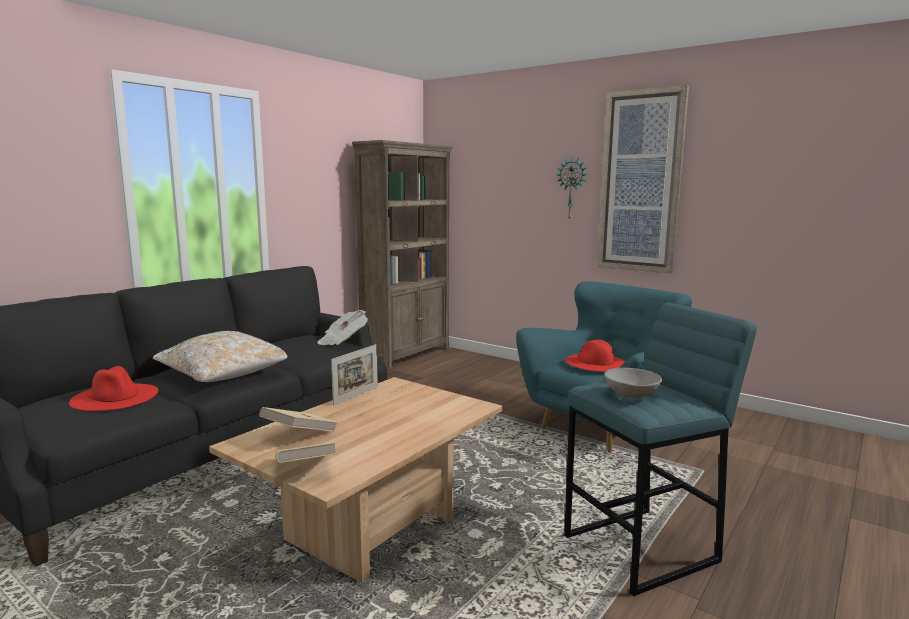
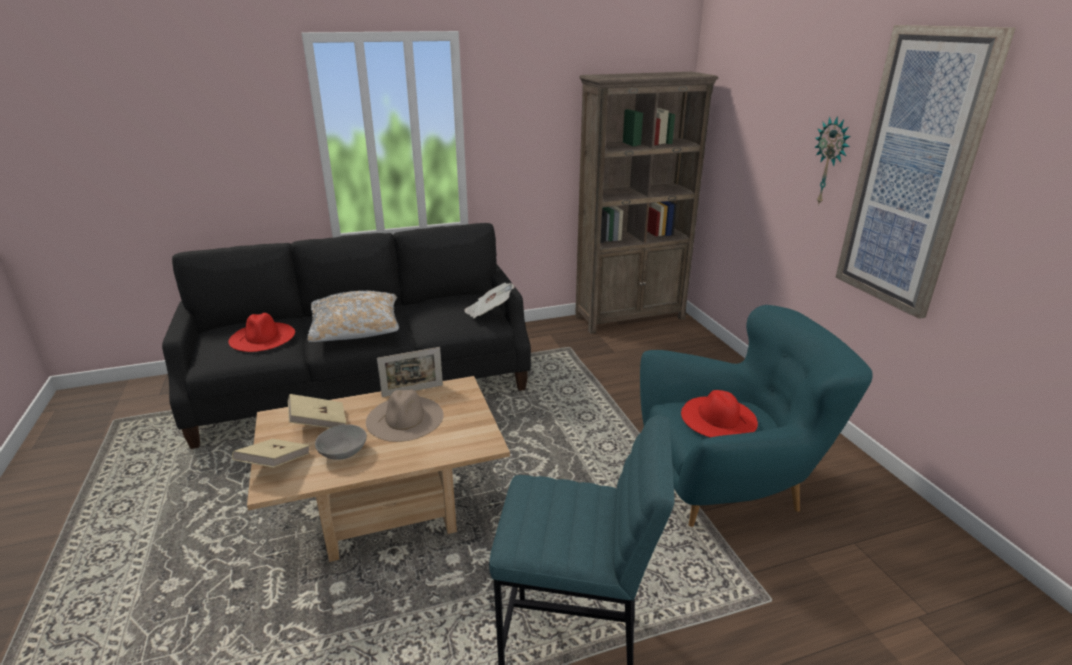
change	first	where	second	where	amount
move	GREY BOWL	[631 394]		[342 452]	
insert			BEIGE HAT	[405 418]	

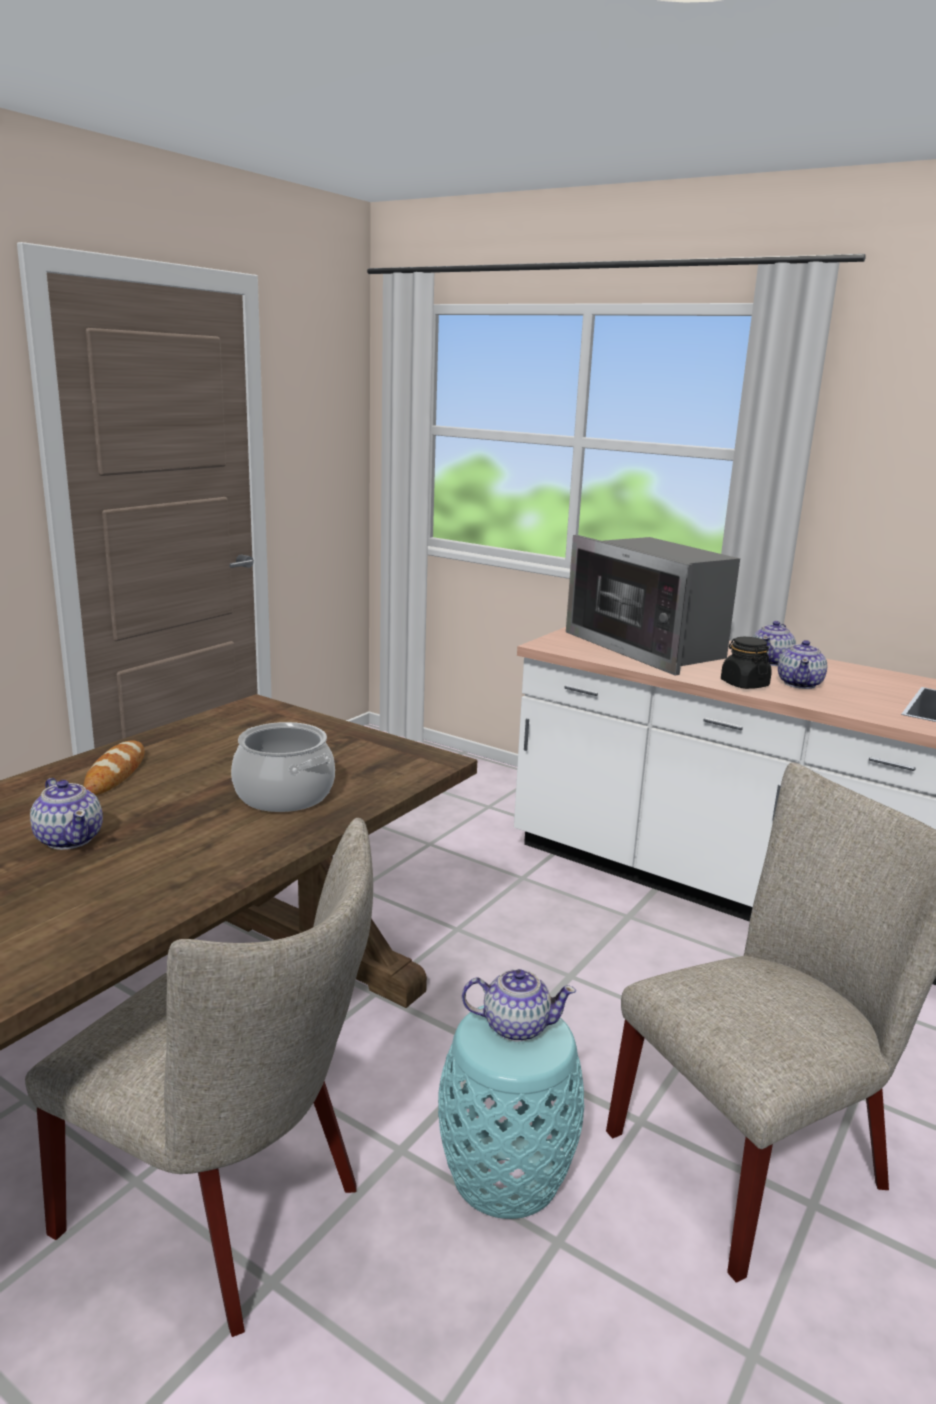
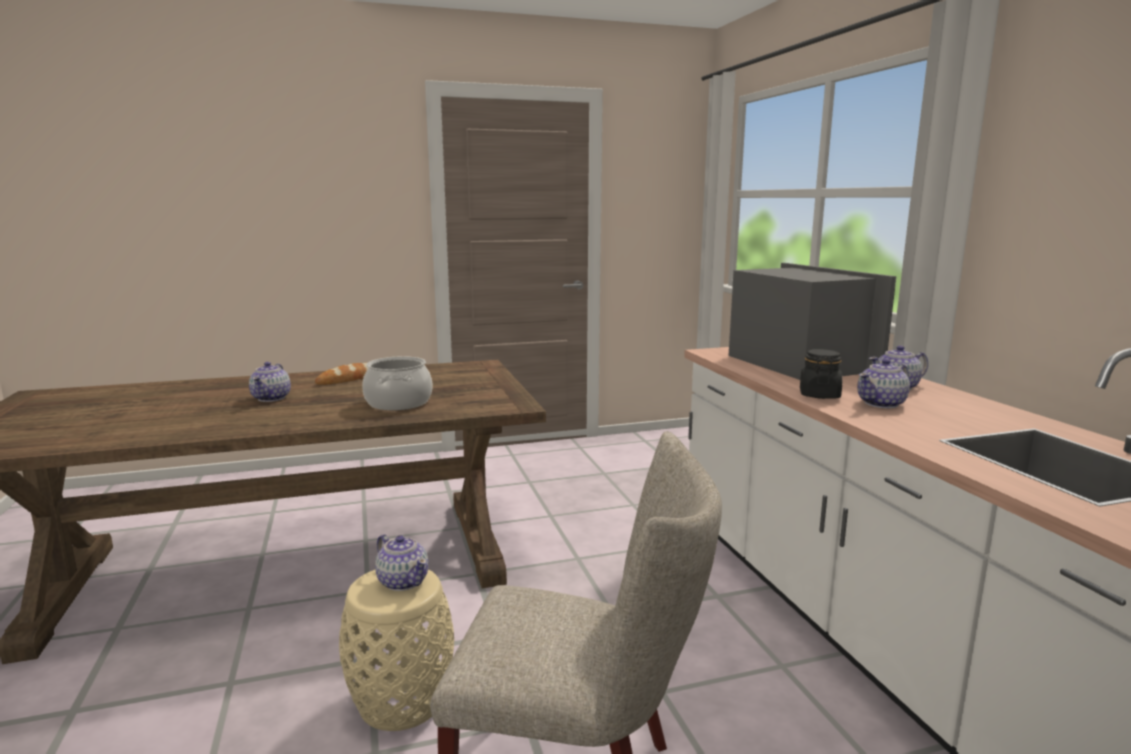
change	first	where	second	where	amount
delete	BEIGE CHAIR	[227 1213]			
recolor	TURQUOISE STOOL	[505 1175]	BEIGE STOOL	[402 701]	
rotate	MICROWAVE	[649 647]		[796 363]	150 degrees clockwise

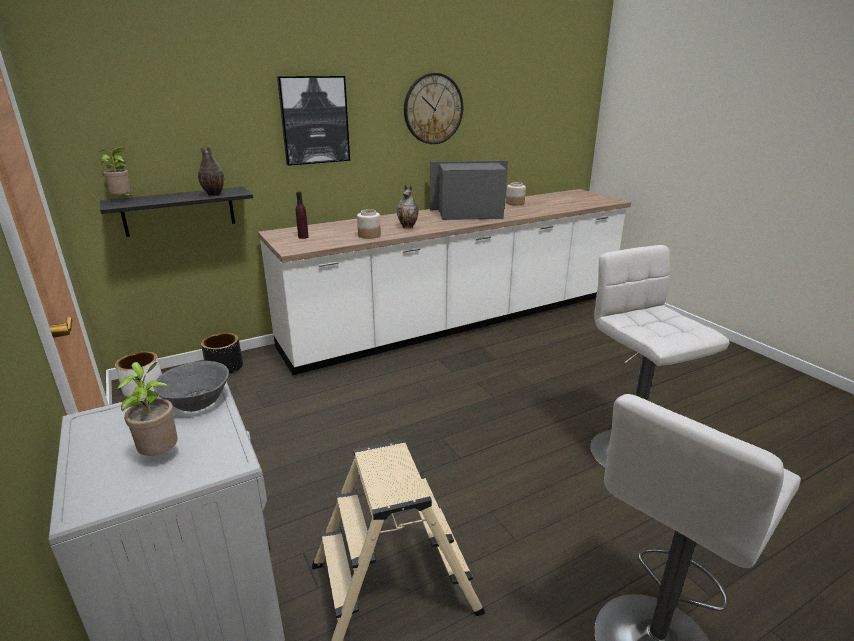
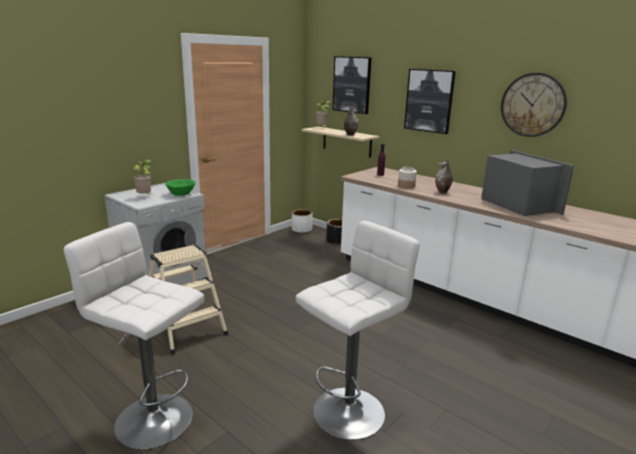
change	first	where	second	where	amount
recolor	BLACK SHELF	[179 211]	BEIGE SHELF	[347 142]	
recolor	GREY BOWL	[197 401]	GREEN BOWL	[181 194]	
delete	JAR	[515 203]			
insert			PICTURE	[352 84]	

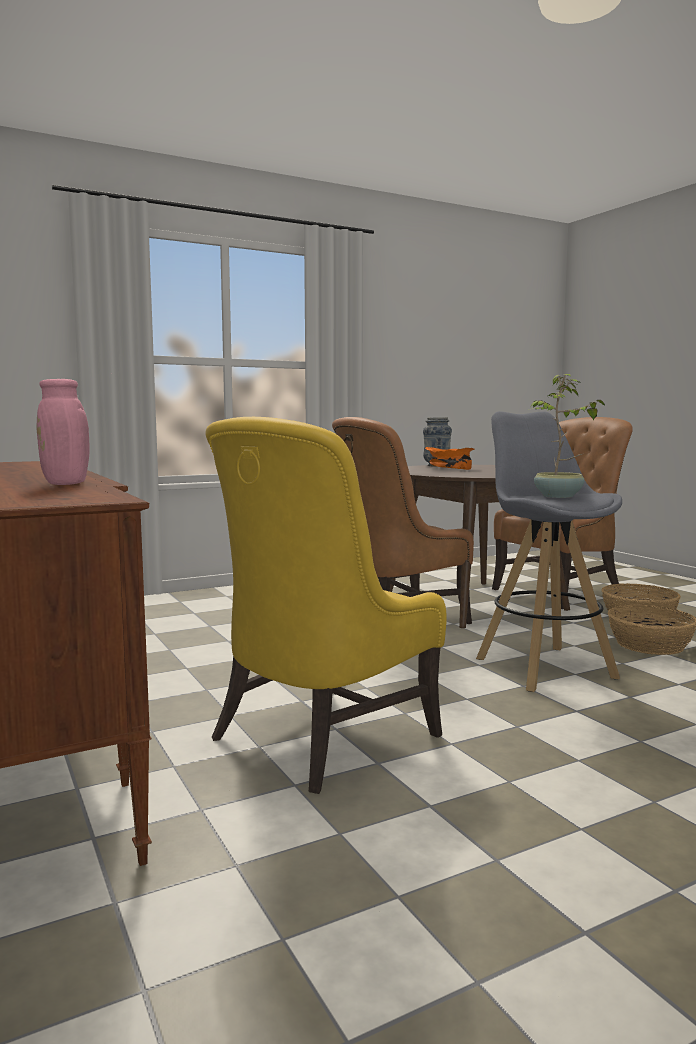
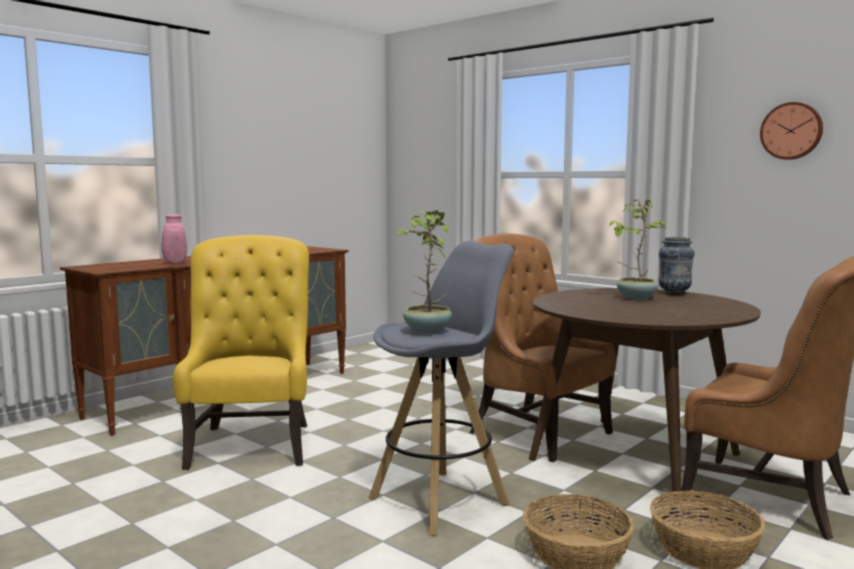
change	first	where	second	where	amount
rotate	YELLOW CHAIR	[321 737]		[252 445]	60 degrees clockwise
replace	ORANGE BOWL	[450 469]	POTTED PLANT	[635 298]	
insert			WALL CLOCK	[791 131]	

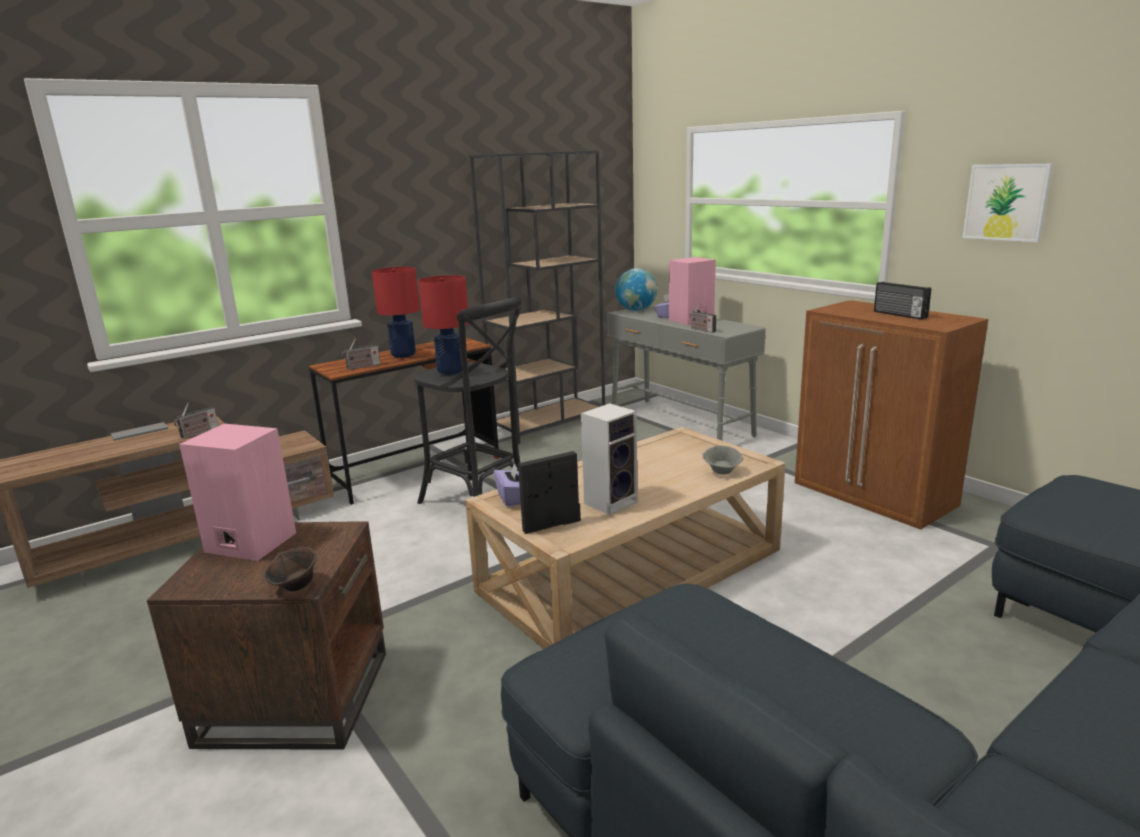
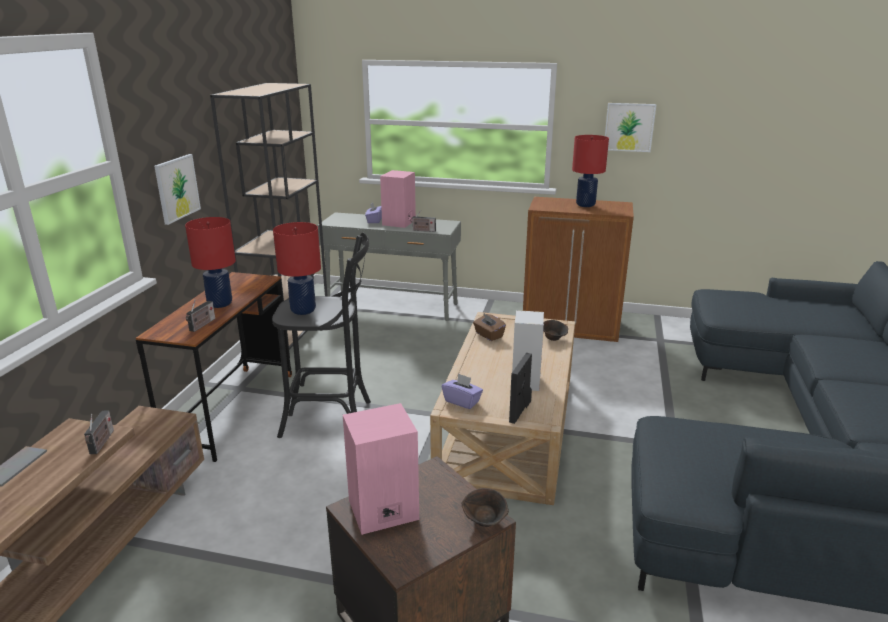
change	first	where	second	where	amount
delete	GLOBE	[636 310]			
recolor	GREY BOWL	[722 472]	BROWN BOWL	[554 338]	
replace	RADIO	[899 315]	RED TABLE LAMP	[585 206]	
insert			PICTURE	[177 188]	
insert			BROWN TISSUE BOX	[488 335]	

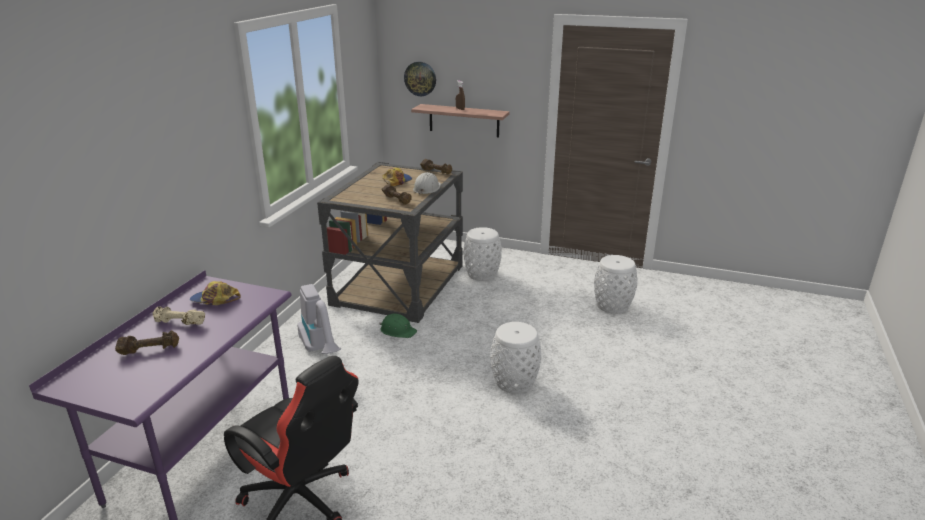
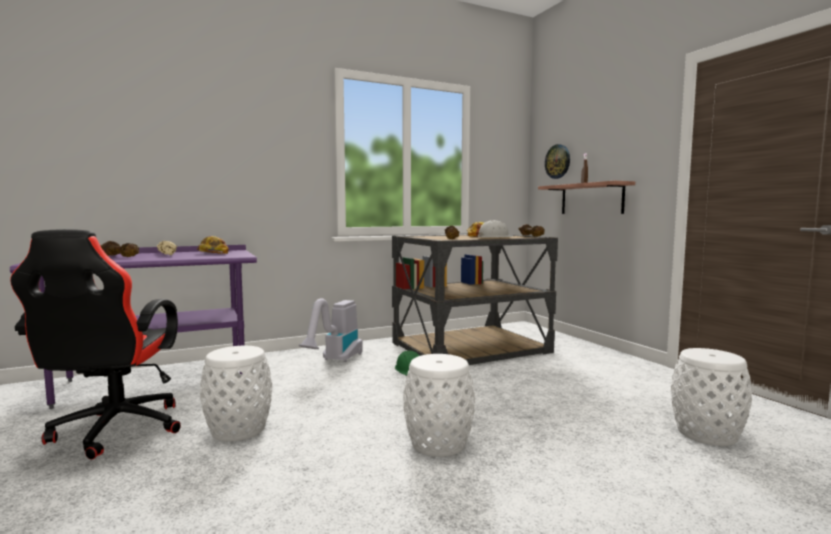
change	first	where	second	where	amount
move	WHITE STOOL	[482 274]		[239 429]	

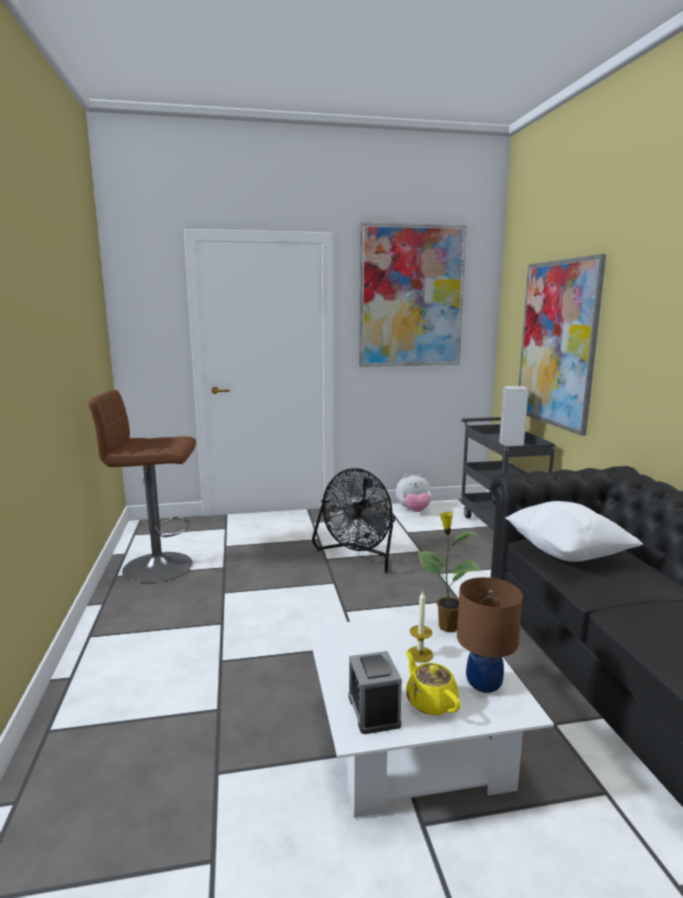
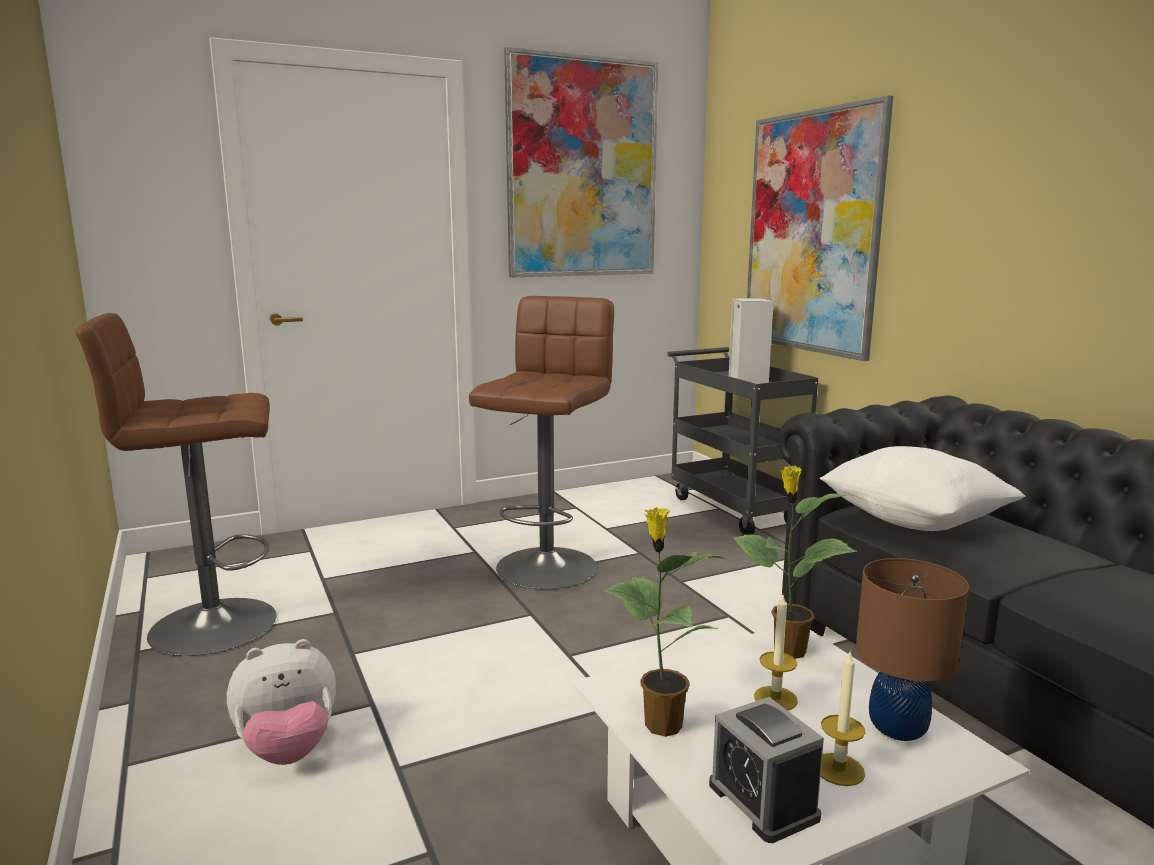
change	first	where	second	where	amount
replace	BLACK FAN	[358 554]	BROWN STOOL	[548 567]	
move	PLUSH TOY	[413 511]		[288 750]	
replace	YELLOW TEAPOT	[430 701]	CANDLE	[839 769]	
insert			POTTED PLANT	[660 724]	

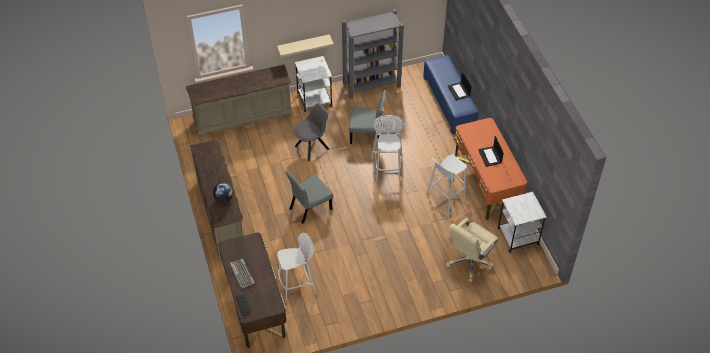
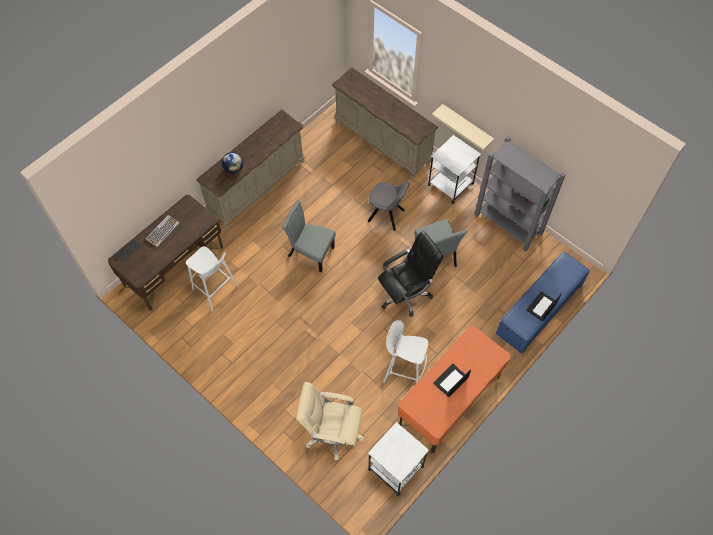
change	first	where	second	where	amount
replace	WHITE STOOL	[387 168]	BLACK OFFICE CHAIR	[406 294]	

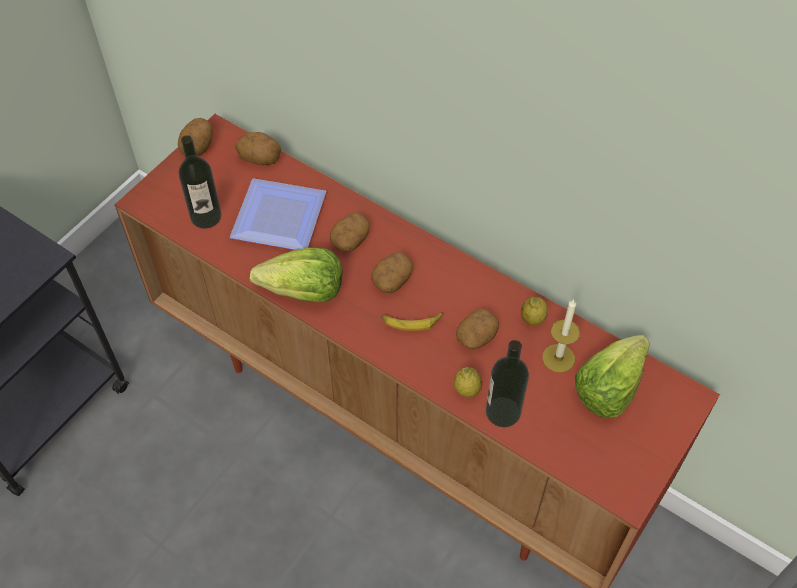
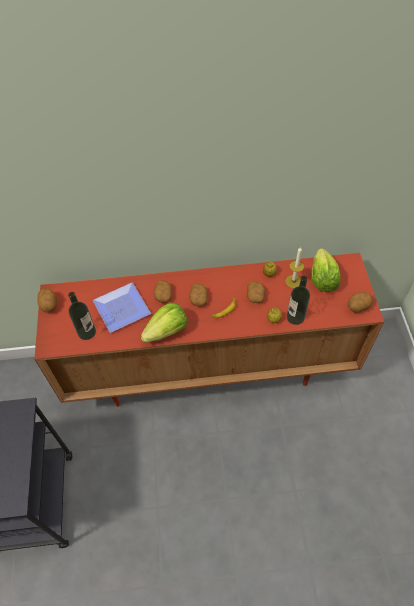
change	first	where	second	where	amount
move	POTATO	[260 159]		[357 307]	

